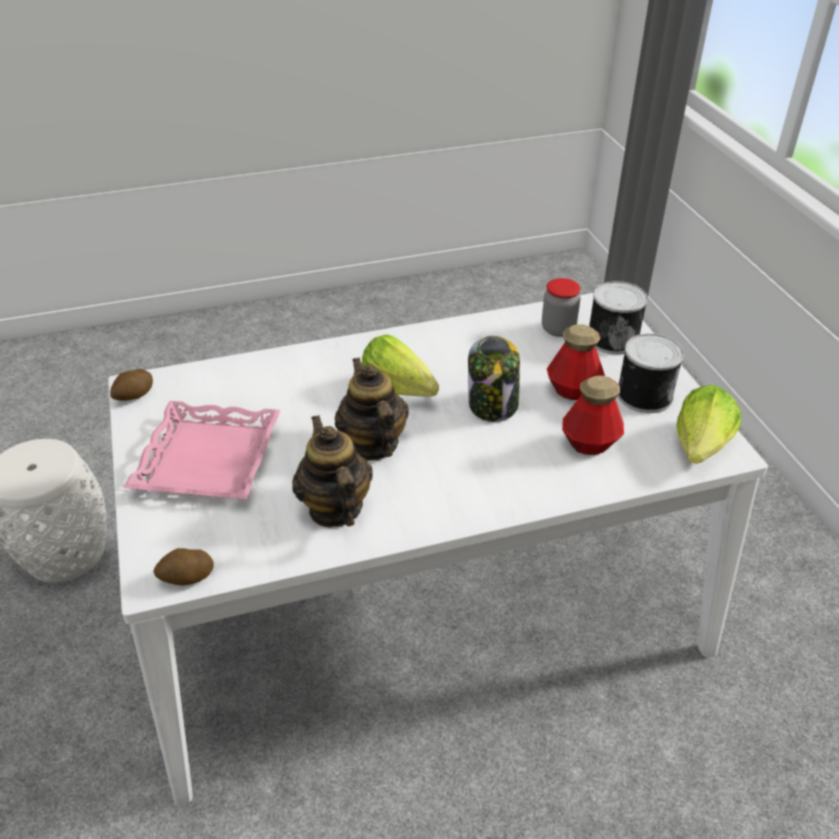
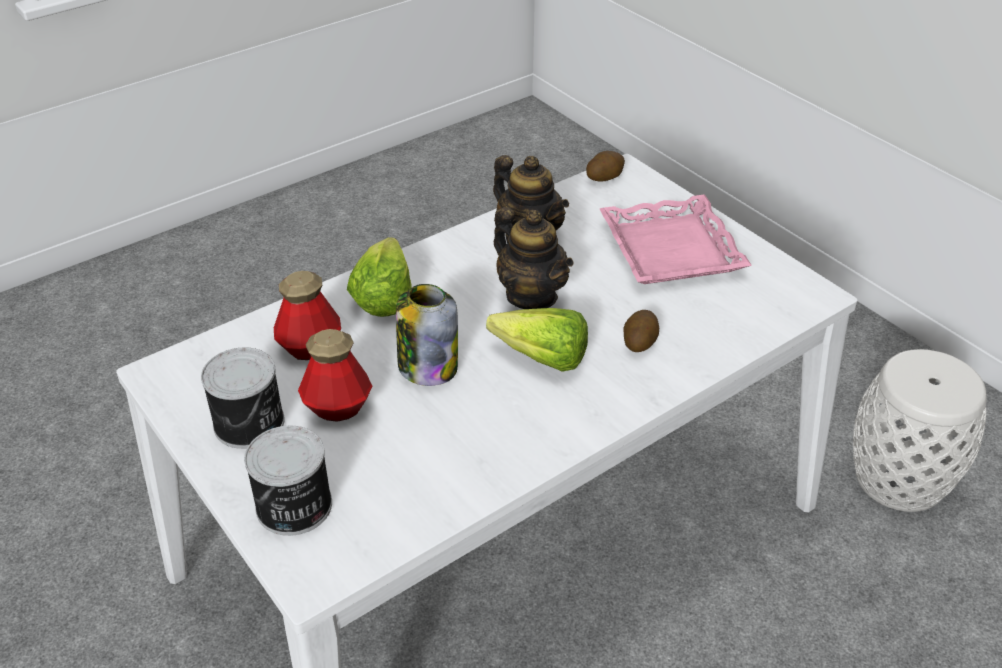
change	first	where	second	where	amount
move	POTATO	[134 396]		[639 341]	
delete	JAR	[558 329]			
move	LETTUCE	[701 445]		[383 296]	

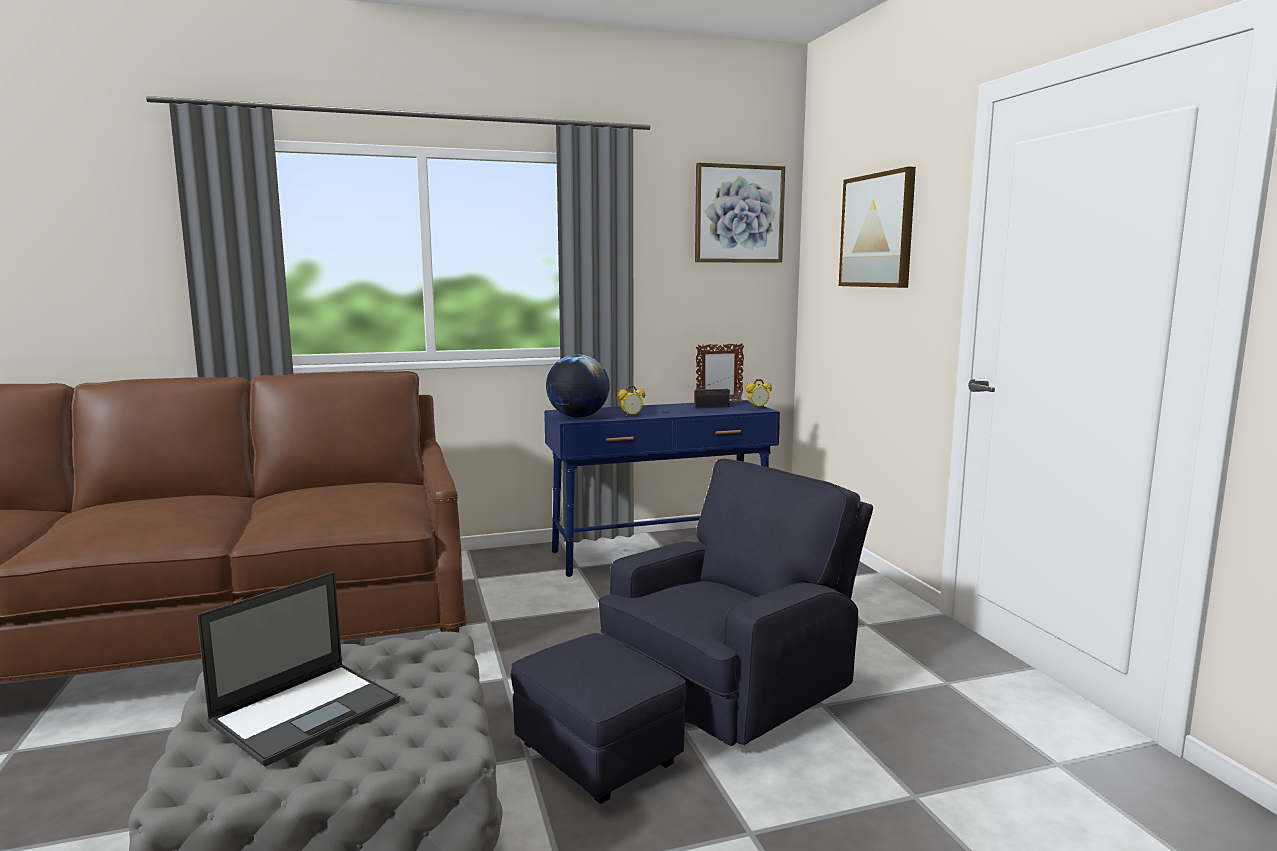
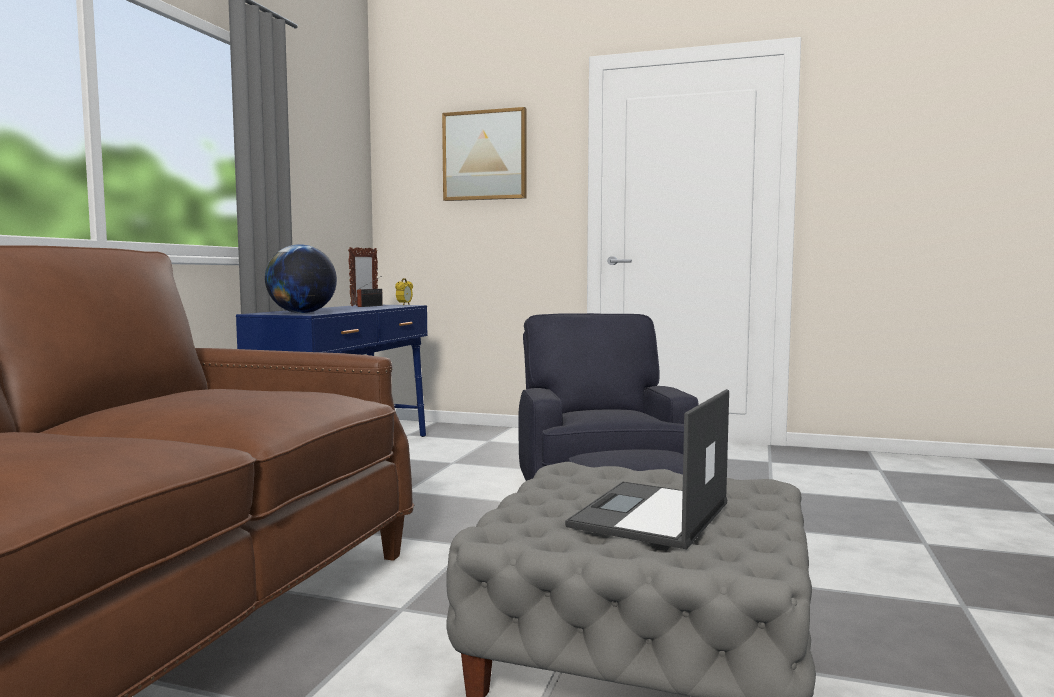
change	first	where	second	where	amount
rotate	LAPTOP	[307 711]		[650 515]	135 degrees counterclockwise
delete	ALARM CLOCK	[631 416]			
delete	PICTURE	[739 214]			

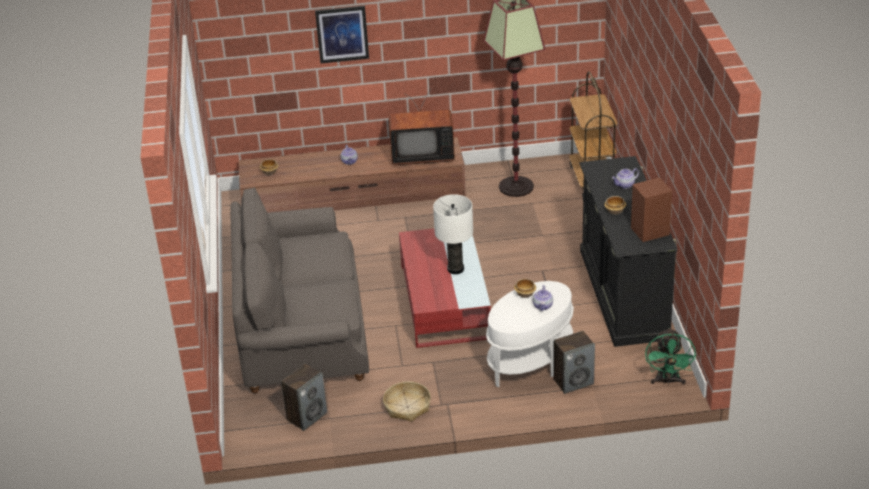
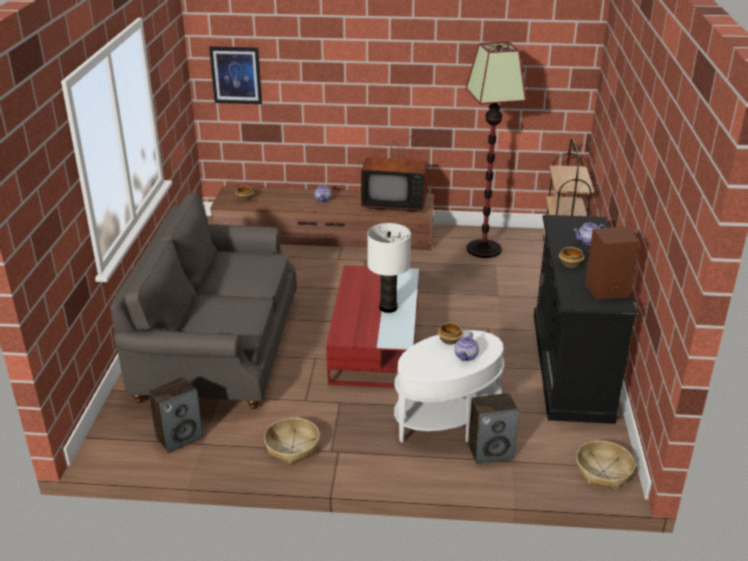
change	first	where	second	where	amount
move	PICTURE	[342 34]		[236 75]	
replace	GREEN FAN	[667 381]	BASKET	[603 471]	

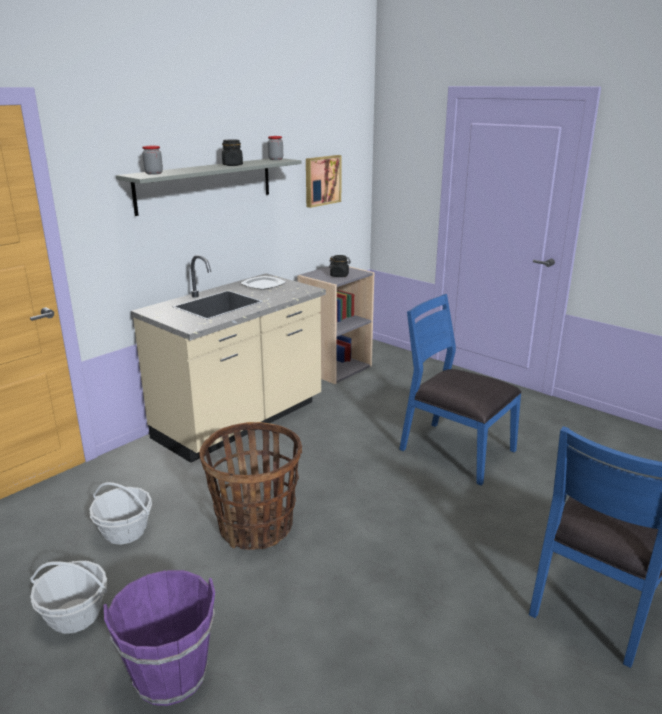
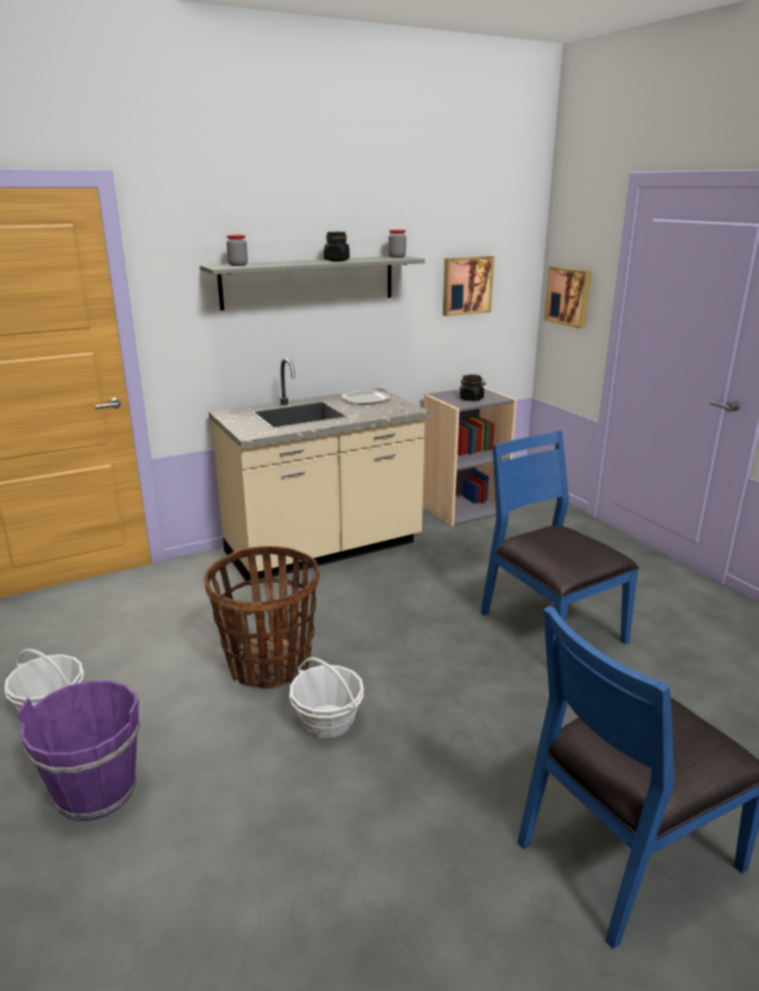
change	first	where	second	where	amount
move	BASKET	[125 531]		[327 721]	
insert			PICTURE	[569 296]	

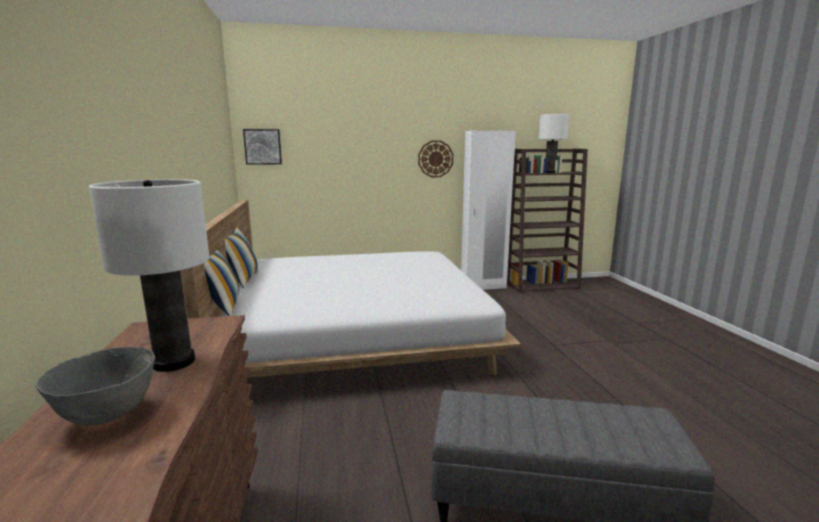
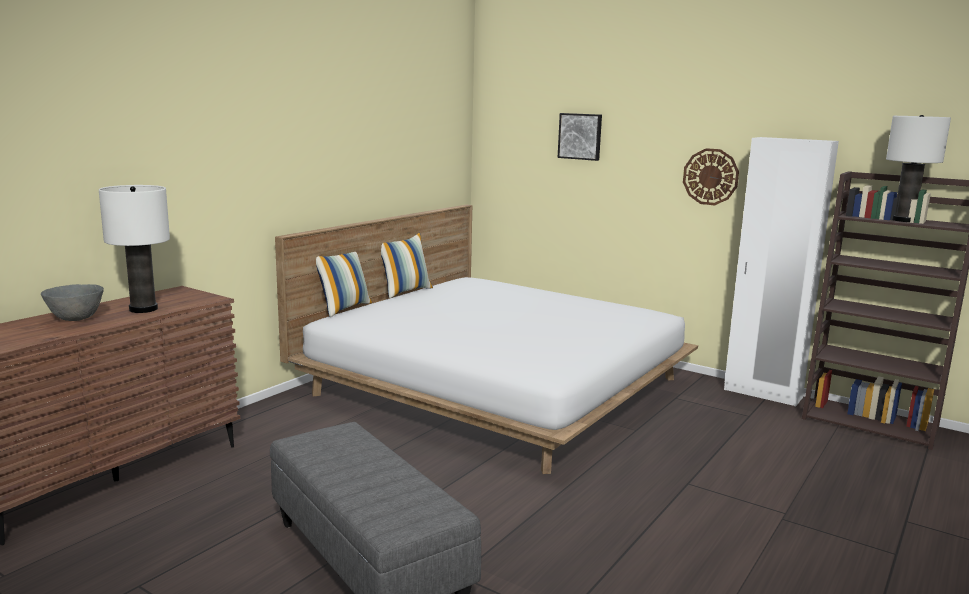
change	first	where	second	where	amount
move	PICTURE	[263 146]		[580 136]	

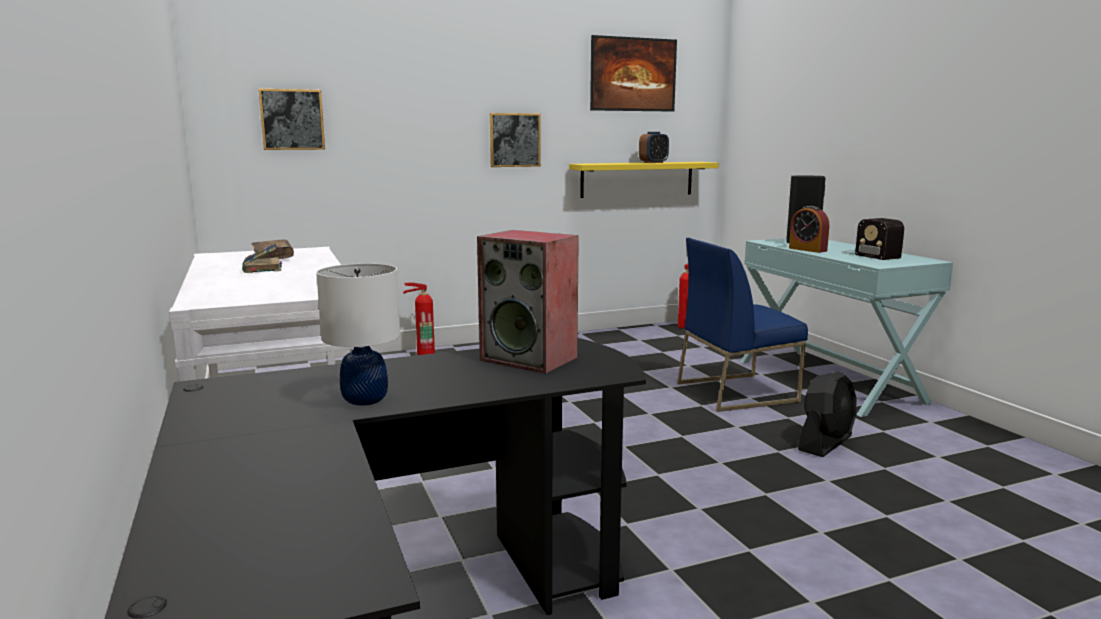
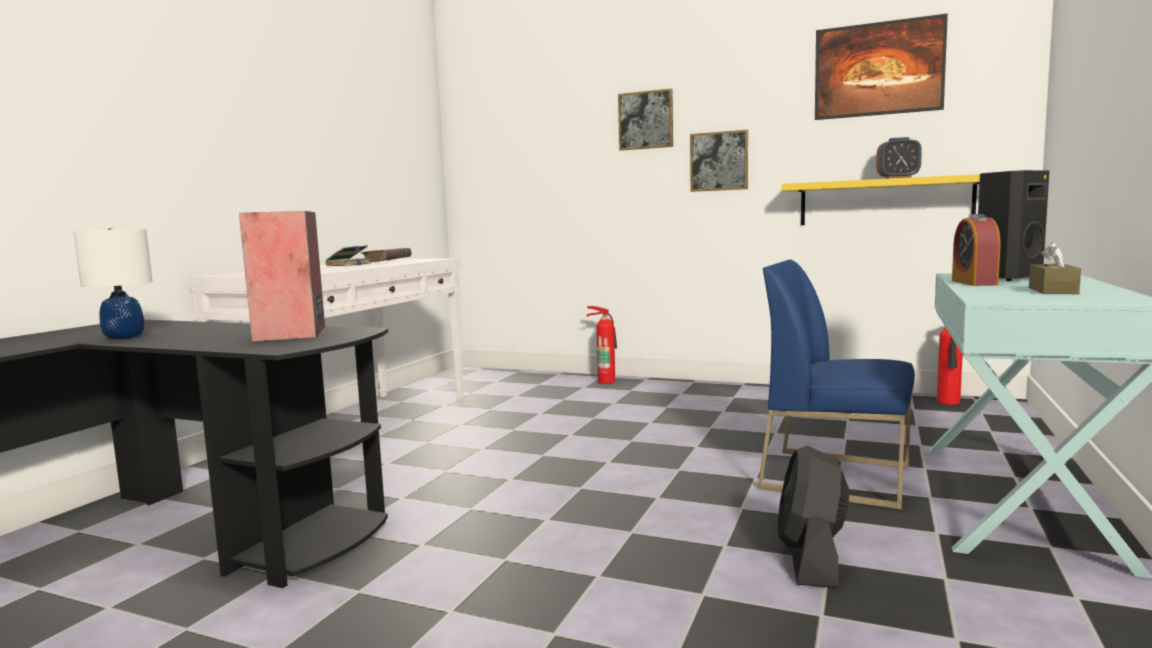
change	first	where	second	where	amount
move	PICTURE	[292 119]		[645 120]	
rotate	BLACK FAN	[825 443]		[811 560]	105 degrees clockwise
replace	RADIO	[869 254]	BROWN TISSUE BOX	[1052 291]	

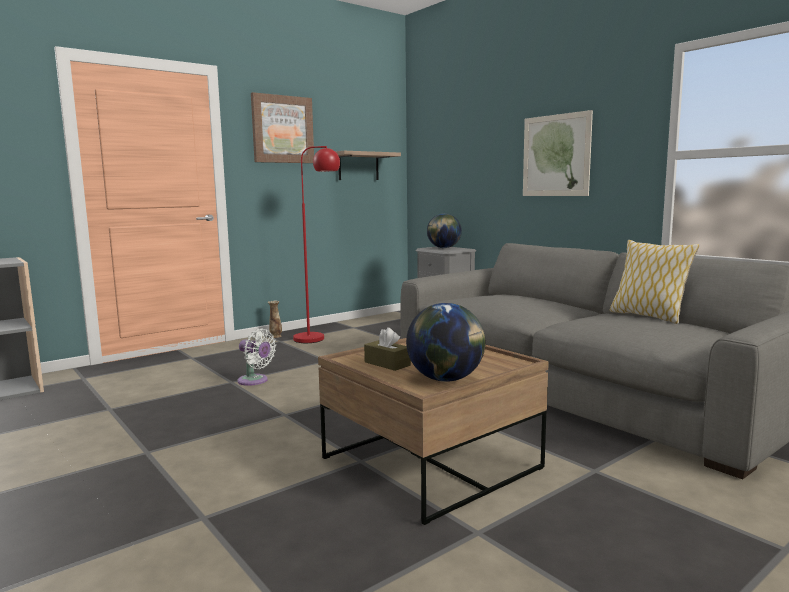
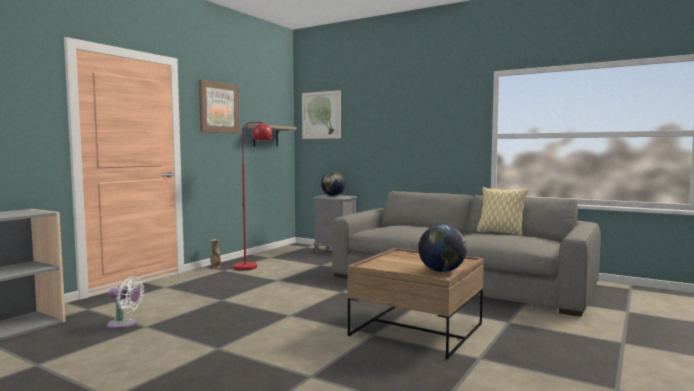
change	first	where	second	where	amount
move	WHITE FAN	[255 381]		[124 324]	
delete	BROWN TISSUE BOX	[387 363]			
move	PICTURE	[556 155]		[321 115]	

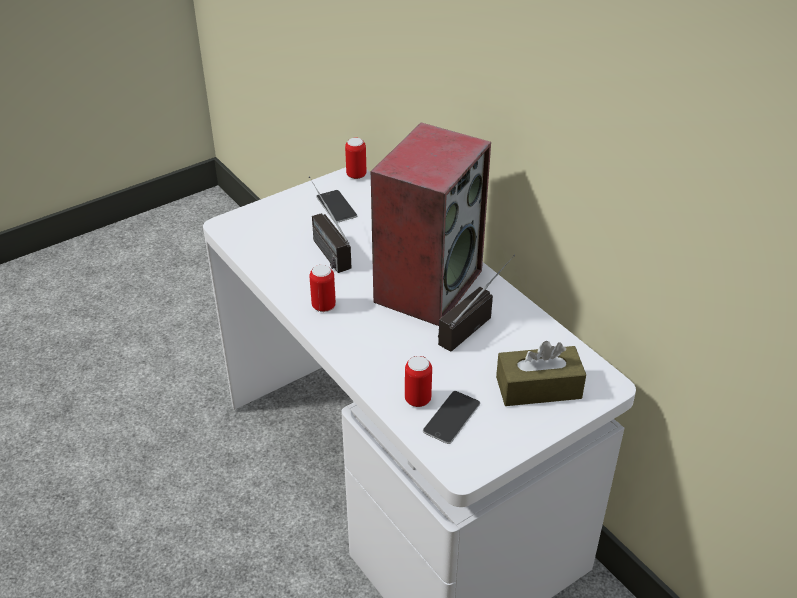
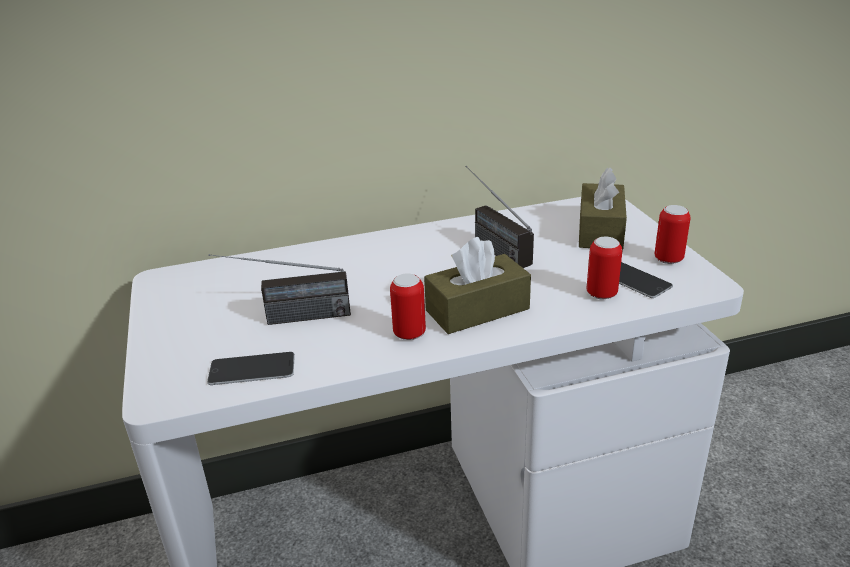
change	first	where	second	where	amount
move	PHONE	[336 206]		[252 369]	
move	CAN	[356 175]		[668 259]	
delete	SPEAKER	[428 285]			
insert			BROWN TISSUE BOX	[477 310]	

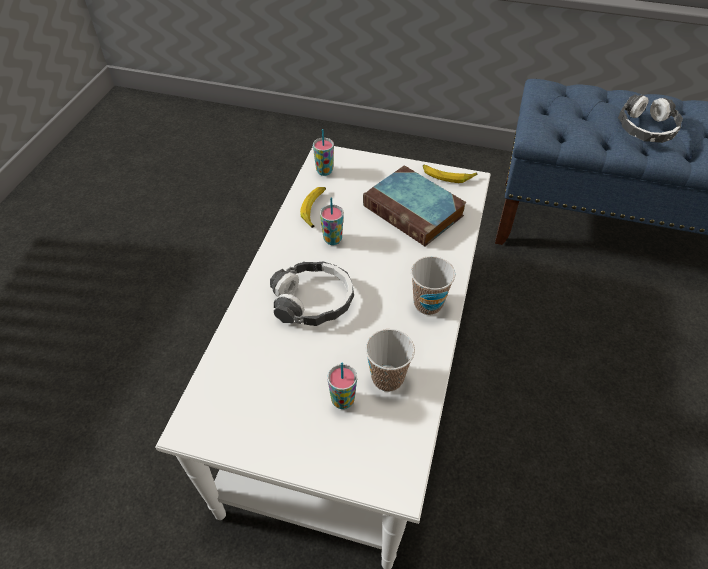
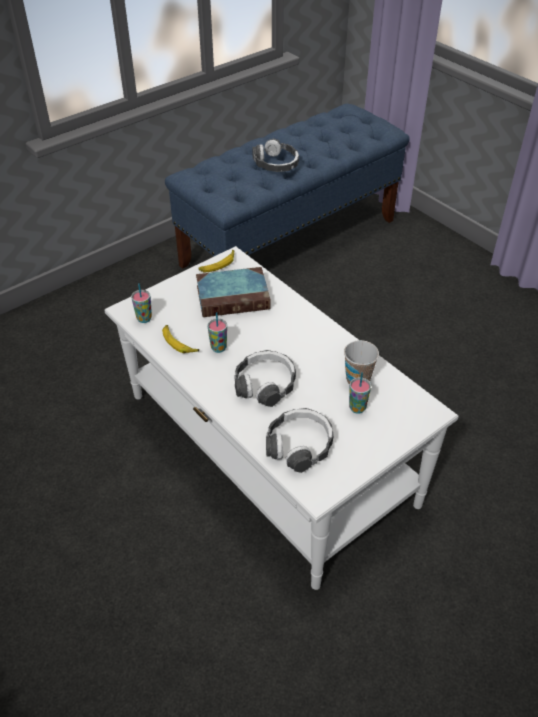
change	first	where	second	where	amount
delete	CUP	[428 304]			
insert			HEADPHONES	[299 445]	

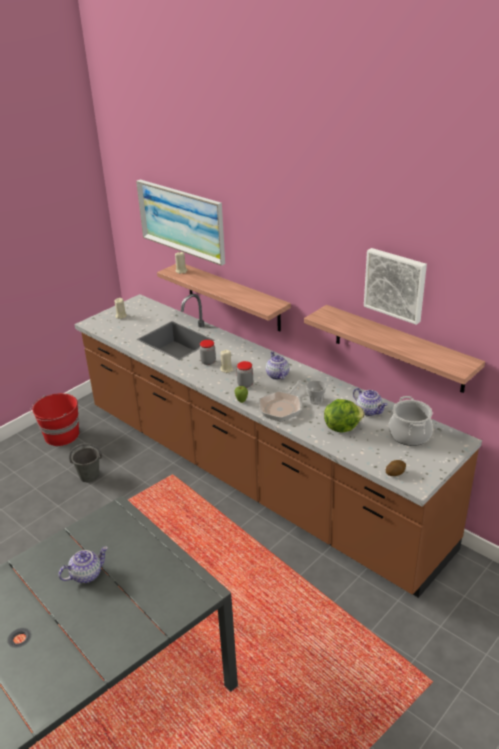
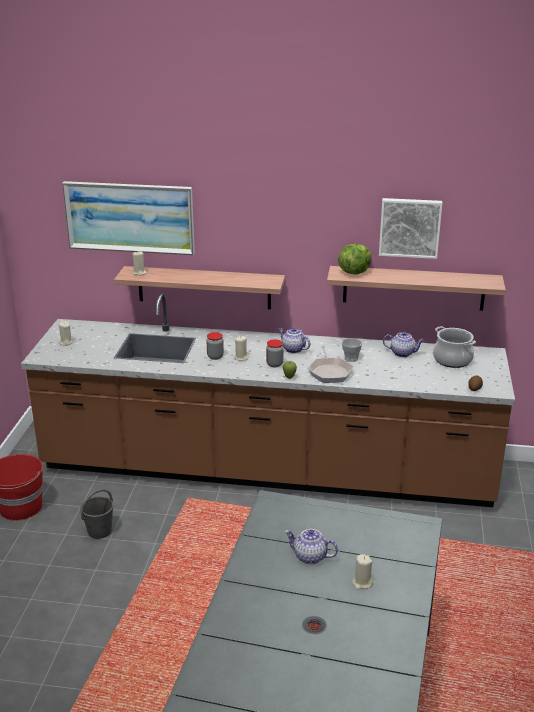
change	first	where	second	where	amount
rotate	TEAPOT	[86 574]		[310 557]	90 degrees counterclockwise
move	LETTUCE	[342 427]		[354 272]	
insert			BEIGE CANDLE	[362 583]	

